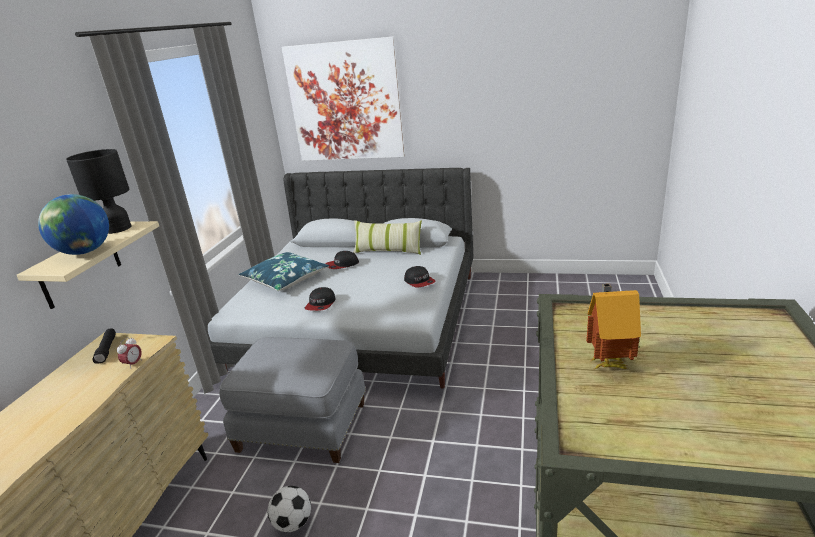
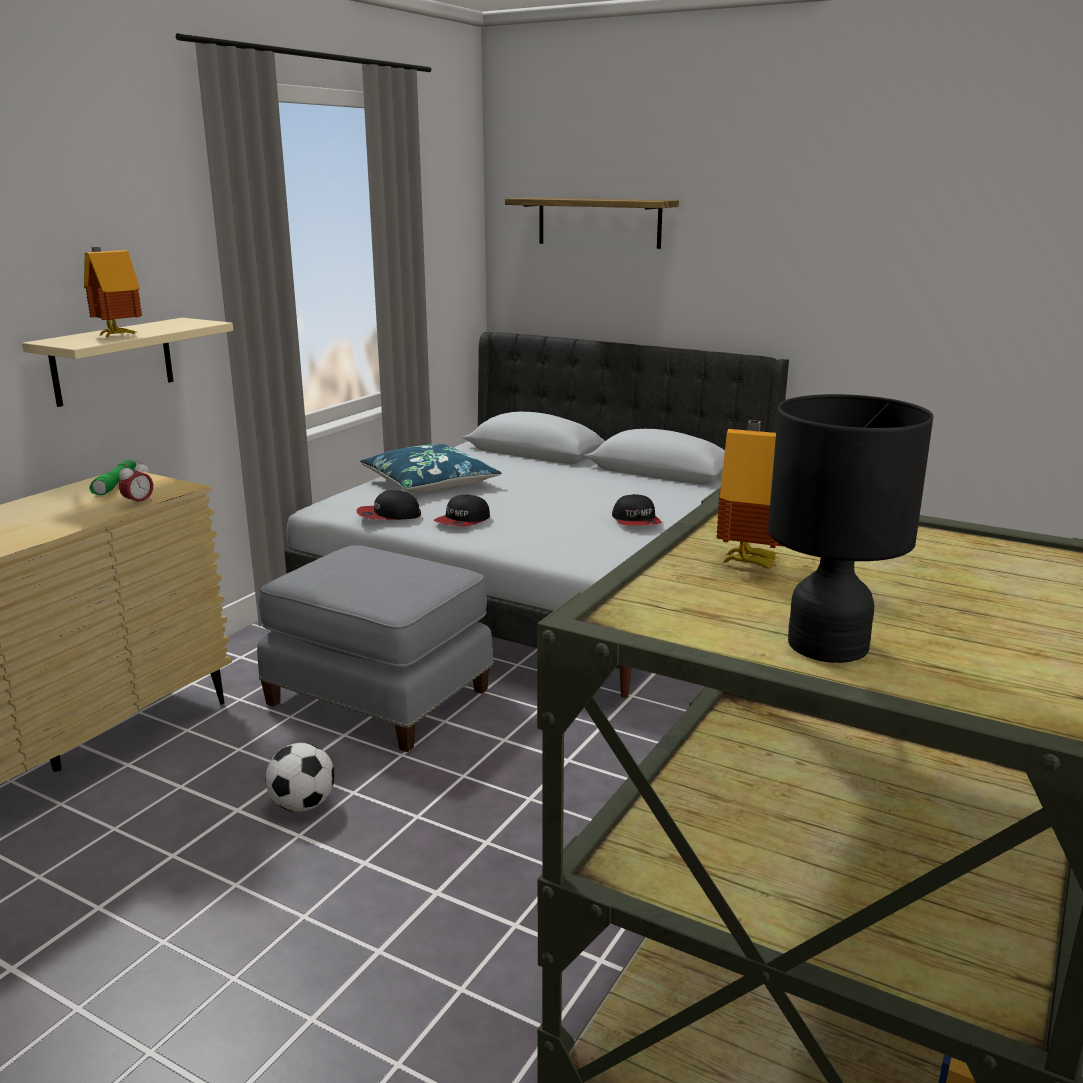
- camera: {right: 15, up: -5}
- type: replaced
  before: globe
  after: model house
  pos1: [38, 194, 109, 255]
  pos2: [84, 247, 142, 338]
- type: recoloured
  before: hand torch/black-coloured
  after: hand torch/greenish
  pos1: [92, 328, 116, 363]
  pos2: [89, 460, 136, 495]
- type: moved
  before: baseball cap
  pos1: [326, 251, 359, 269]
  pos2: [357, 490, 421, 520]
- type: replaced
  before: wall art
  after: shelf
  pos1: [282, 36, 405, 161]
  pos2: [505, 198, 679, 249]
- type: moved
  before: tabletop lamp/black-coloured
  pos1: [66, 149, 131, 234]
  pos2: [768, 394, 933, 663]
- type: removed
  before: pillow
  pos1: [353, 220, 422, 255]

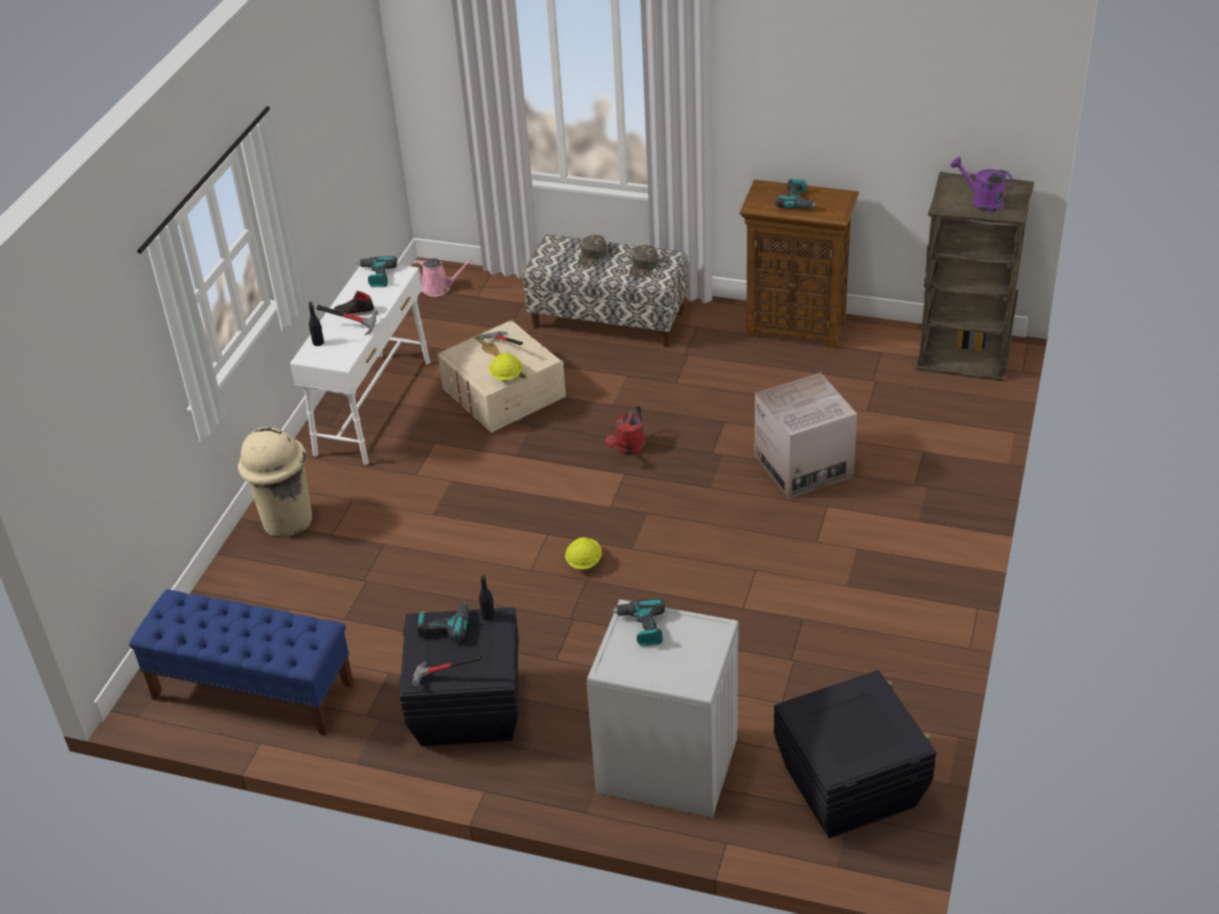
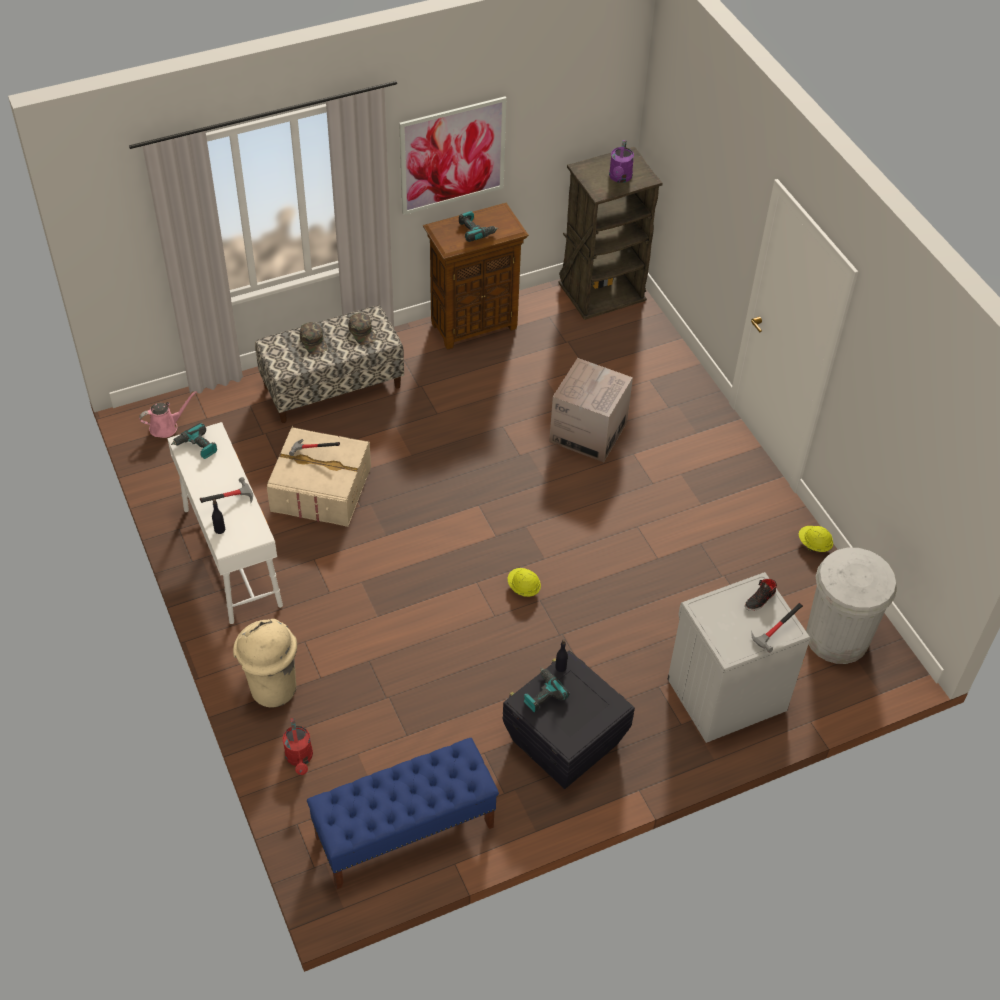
- camera: {right: -45, up: 10}
- type: moved
  before: watering pot/red
  pos1: [605, 405, 645, 455]
  pos2: [282, 718, 313, 775]
- type: added
  after: wall art
  pos2: [399, 97, 506, 215]
- type: turned
  before: watering pot/purple
  pos1: [950, 157, 1014, 212]
  pos2: [609, 140, 634, 183]
  turn: -75
- type: moved
  before: shoe/black-coloured
  pos1: [334, 290, 375, 316]
  pos2: [745, 579, 777, 611]
- type: moved
  before: tool hammer
  pos1: [412, 655, 482, 686]
  pos2: [751, 603, 803, 653]
- type: moved
  before: work helmet/yellowish
  pos1: [489, 353, 522, 380]
  pos2: [799, 526, 833, 552]
- type: replaced
  before: storage container/black-coloured
  after: rubbish bin/whitish
  pos1: [774, 670, 936, 838]
  pos2: [806, 547, 897, 664]
- type: removed
  before: power drill
  pos1: [611, 598, 665, 647]

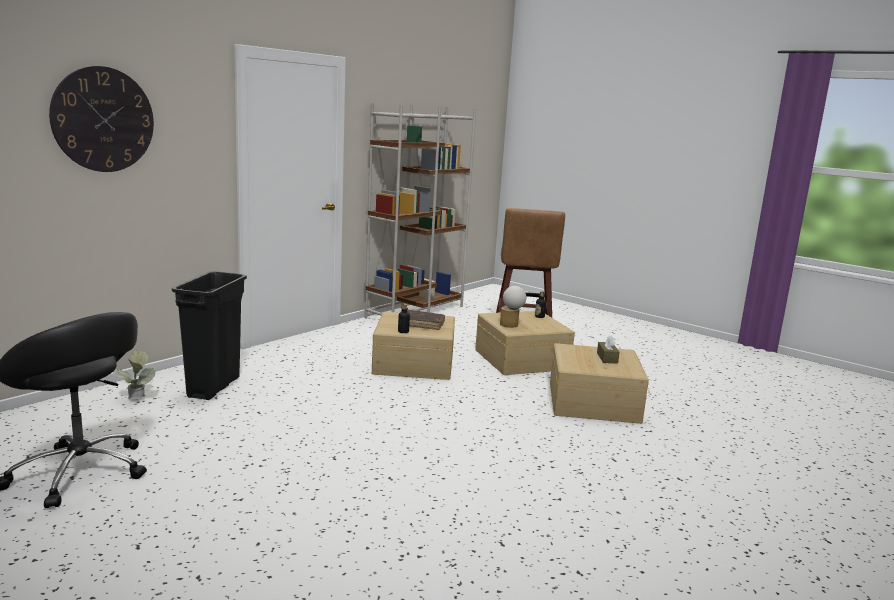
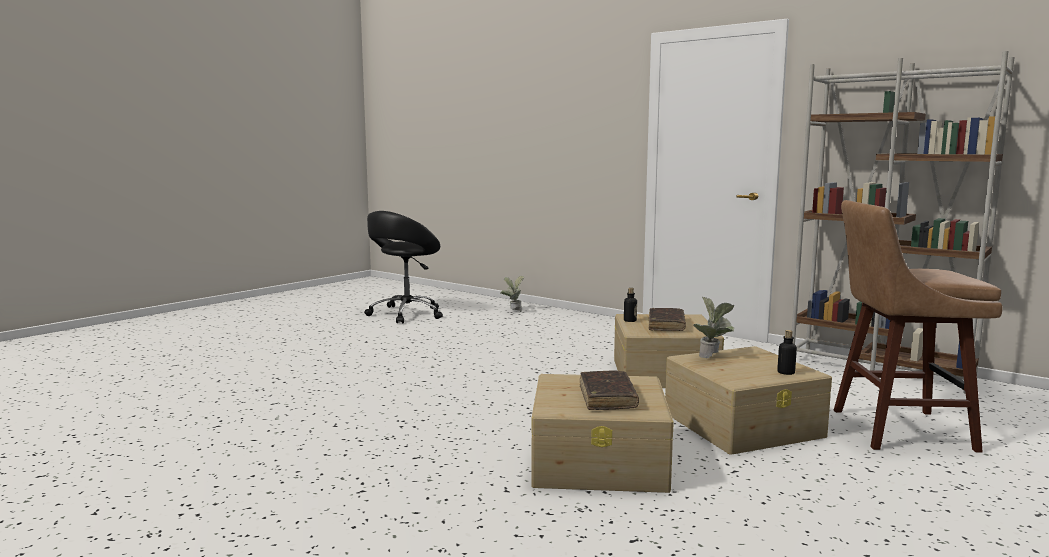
- camera: {right: 90, up: -5}
- type: replaced
  before: tissue holder/brownish
  after: volume/brownish
  pos1: [597, 336, 620, 364]
  pos2: [580, 370, 639, 410]
- type: replaced
  before: tabletop lamp
  after: plant in a pot
  pos1: [500, 286, 526, 328]
  pos2: [693, 297, 735, 358]
- type: removed
  before: hanging clock
  pos1: [49, 66, 154, 172]
- type: removed
  before: rubbish bin/black-coloured
  pos1: [172, 271, 247, 400]

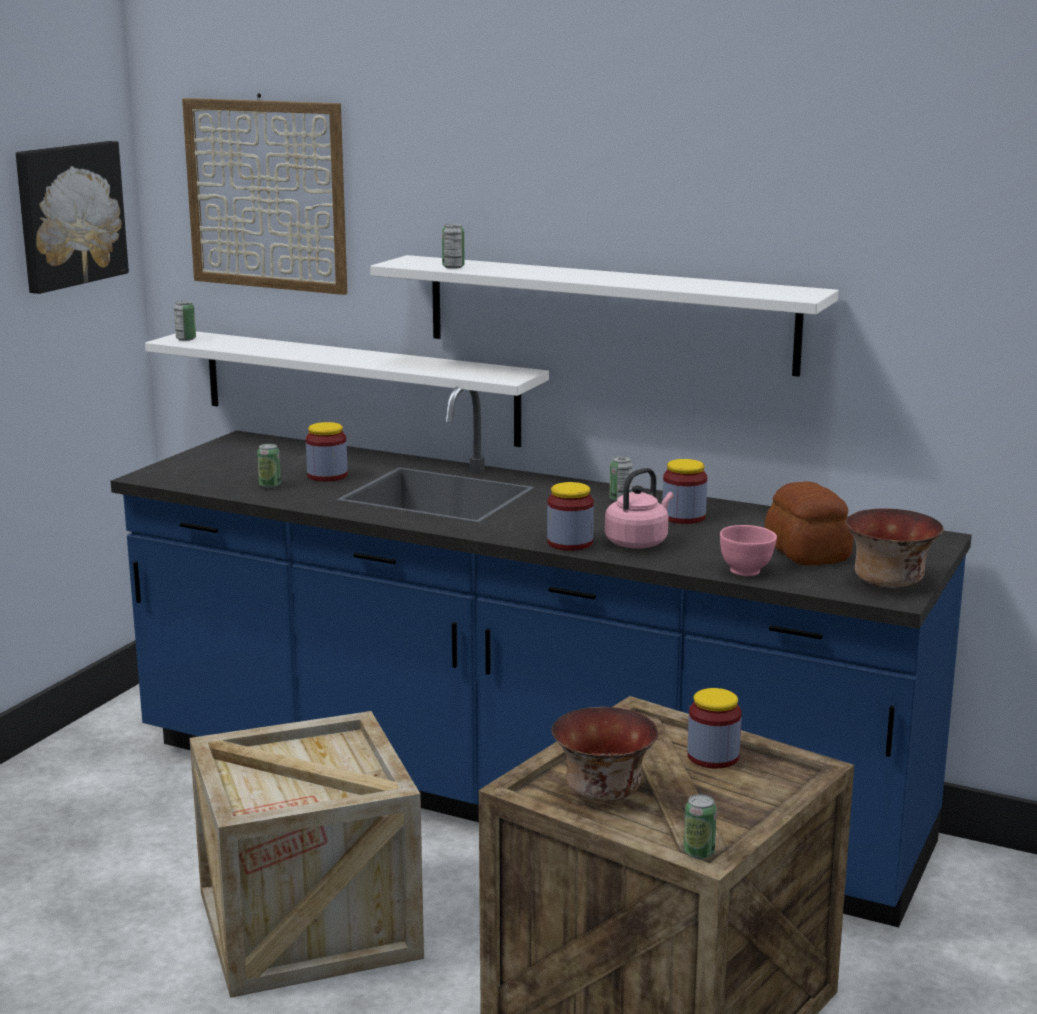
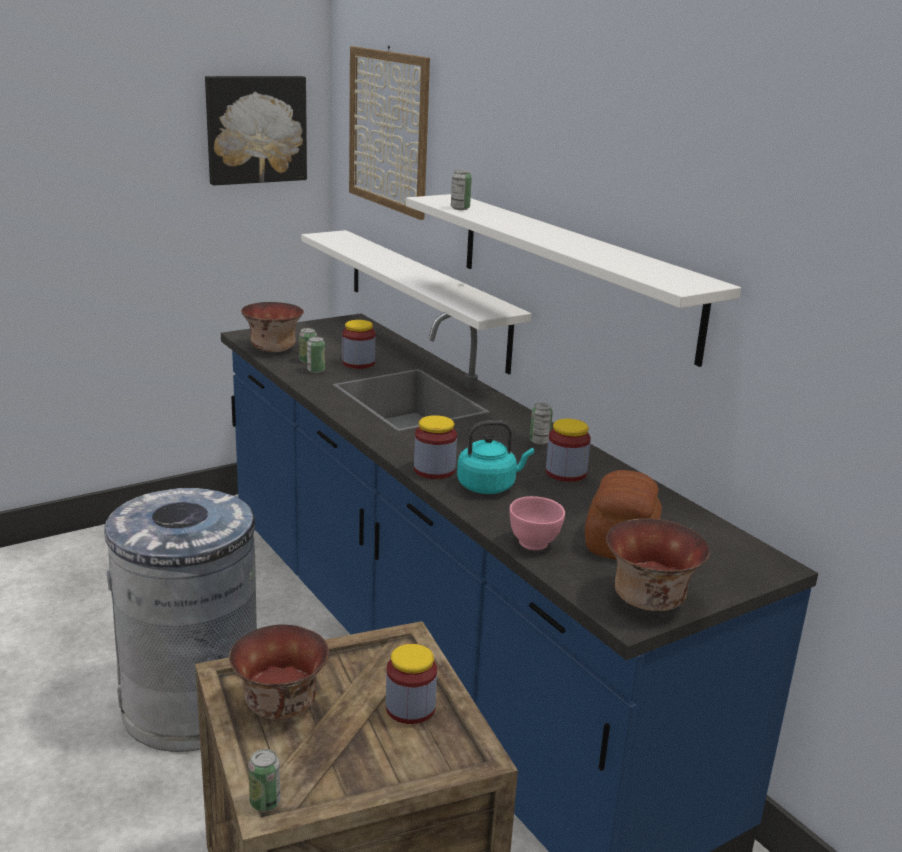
- camera: {right: 30, up: 5}
- type: replaced
  before: shipping crate
  after: rubbish bin/gray
  pos1: [190, 711, 424, 998]
  pos2: [104, 488, 257, 752]
- type: added
  after: bowl
  pos2: [241, 302, 304, 352]
- type: moved
  before: sealed can
  pos1: [174, 301, 196, 341]
  pos2: [307, 337, 325, 373]
- type: recoloured
  before: kettle/pink
  after: kettle/turquoise
  pos1: [605, 468, 673, 549]
  pos2: [457, 420, 534, 494]

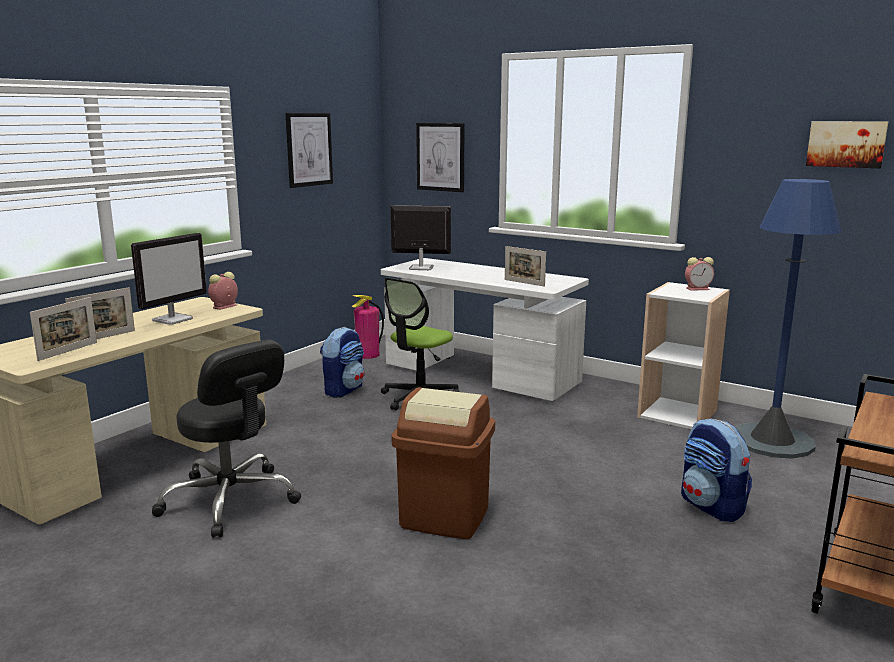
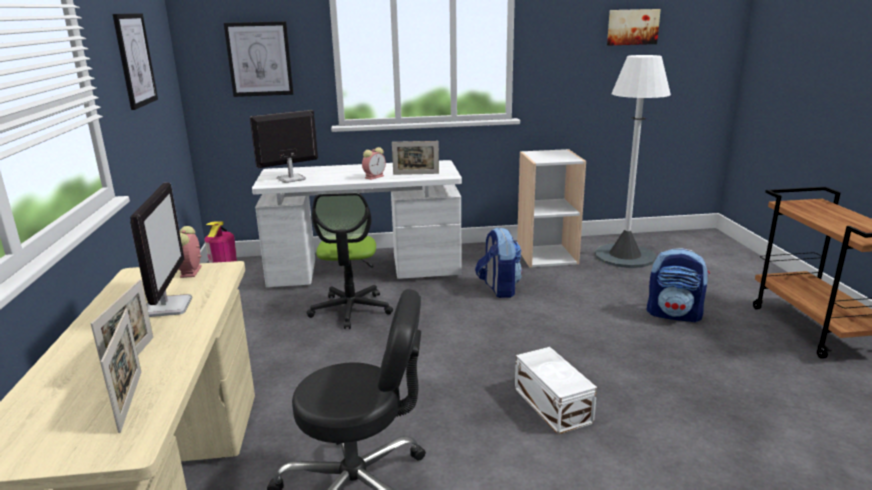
- camera: {right: -40, up: 5}
- type: moved
  before: table clock
  pos1: [685, 257, 714, 291]
  pos2: [362, 147, 386, 180]
- type: moved
  before: rucksack
  pos1: [320, 327, 365, 398]
  pos2: [475, 227, 522, 298]
- type: replaced
  before: rubbish bin/brownish
  after: storage container/whitish
  pos1: [391, 387, 495, 539]
  pos2: [515, 347, 597, 435]
- type: recoloured
  before: floor lamp/blue-coloured
  after: floor lamp/whitish
  pos1: [736, 179, 841, 459]
  pos2: [595, 55, 671, 268]

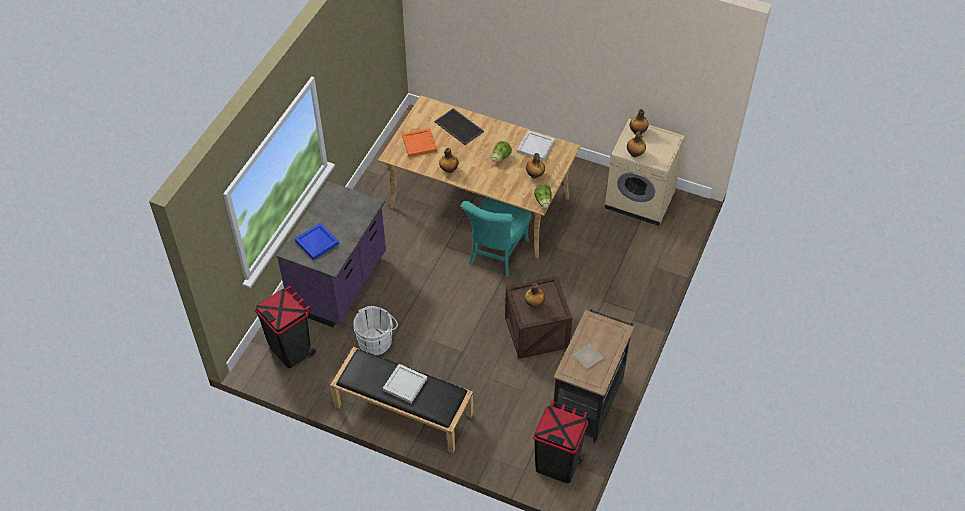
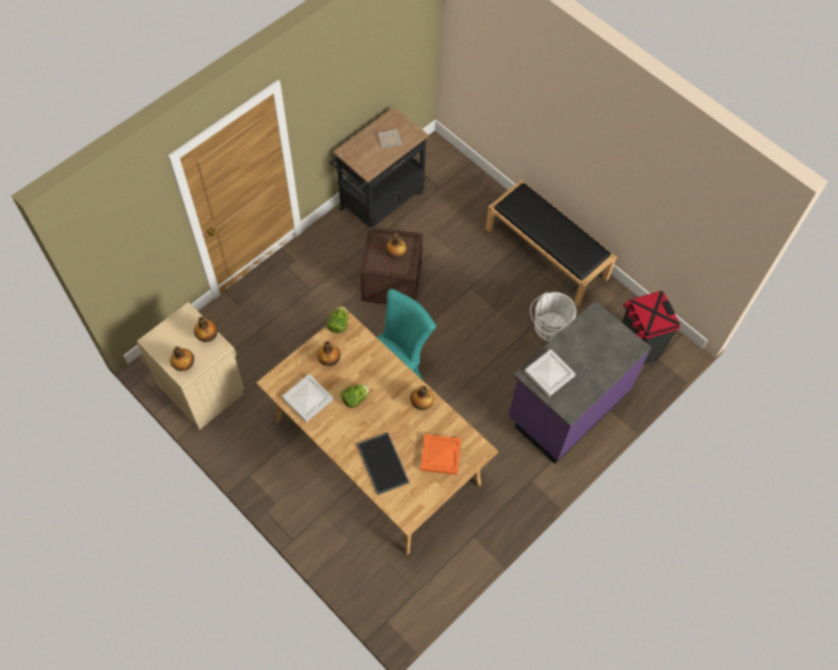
- camera: {right: -160, up: 10}
- type: moved
  before: serving tray/whitish
  pos1: [383, 364, 427, 403]
  pos2: [524, 349, 575, 397]
- type: removed
  before: serving tray/blue-coloured
  pos1: [295, 223, 339, 260]
- type: removed
  before: rubbish bin/black-coloured
  pos1: [533, 401, 588, 483]

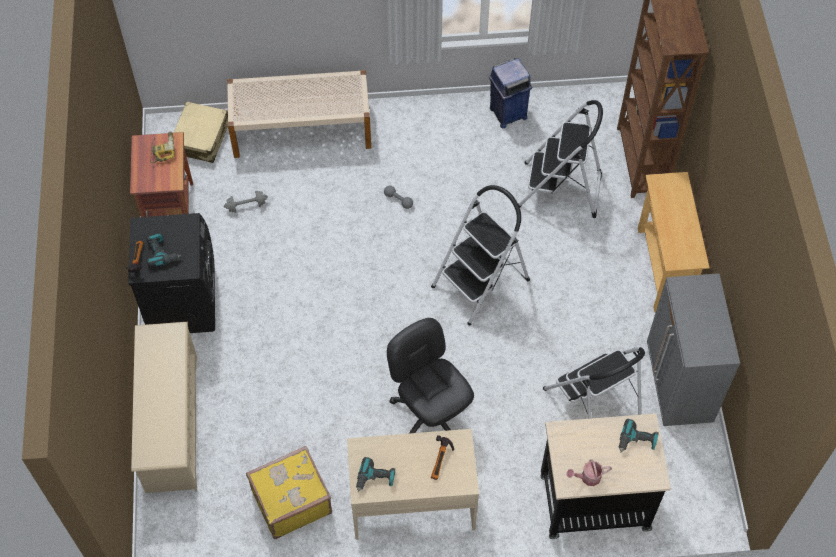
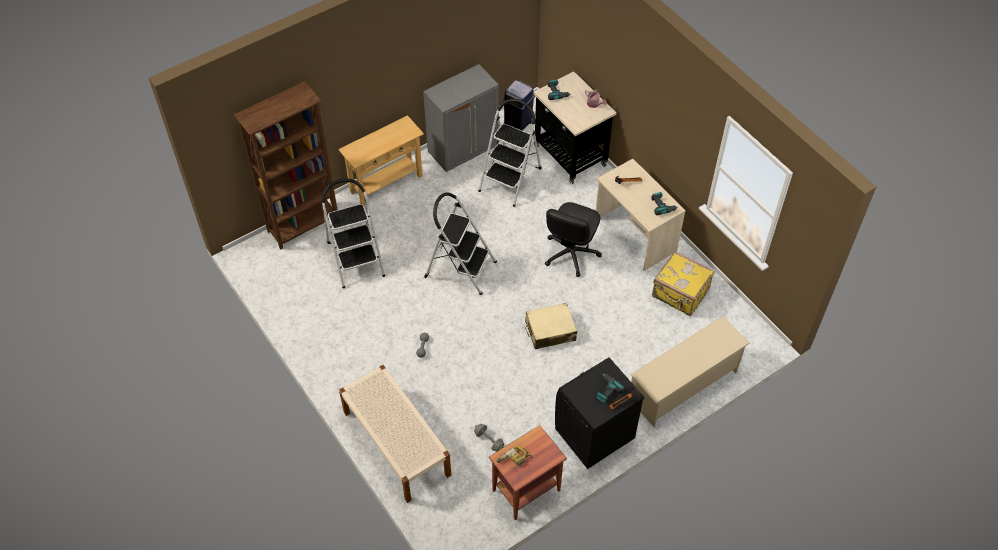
- camera: {right: -120, up: -5}
- type: moved
  before: rubbish bin/blue-coloured
  pos1: [489, 58, 532, 128]
  pos2: [503, 80, 535, 131]
- type: moved
  before: piece of luggage/beige-coloured
  pos1: [174, 102, 228, 163]
  pos2: [525, 303, 577, 349]

